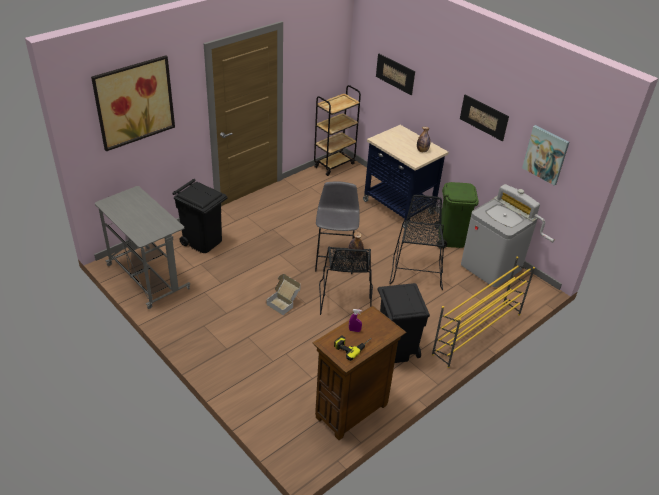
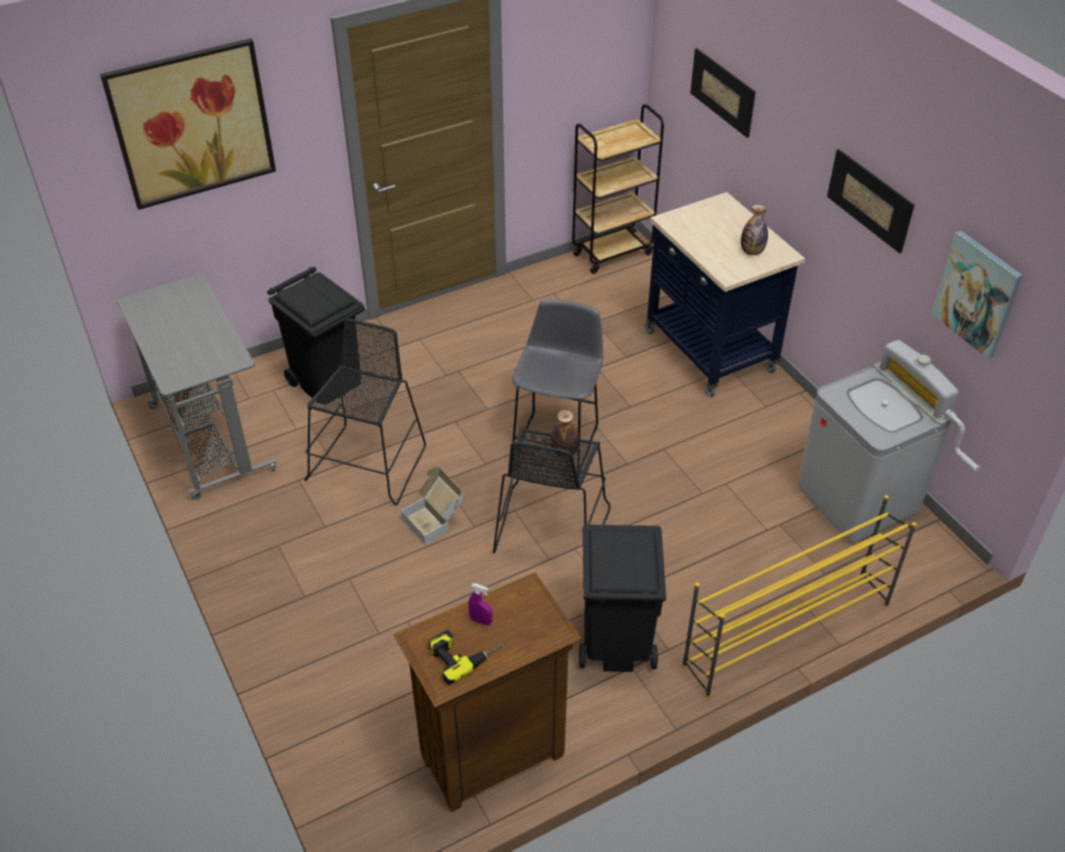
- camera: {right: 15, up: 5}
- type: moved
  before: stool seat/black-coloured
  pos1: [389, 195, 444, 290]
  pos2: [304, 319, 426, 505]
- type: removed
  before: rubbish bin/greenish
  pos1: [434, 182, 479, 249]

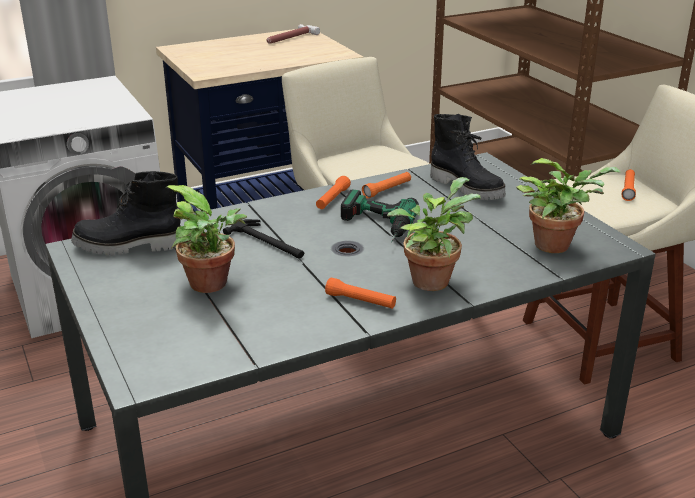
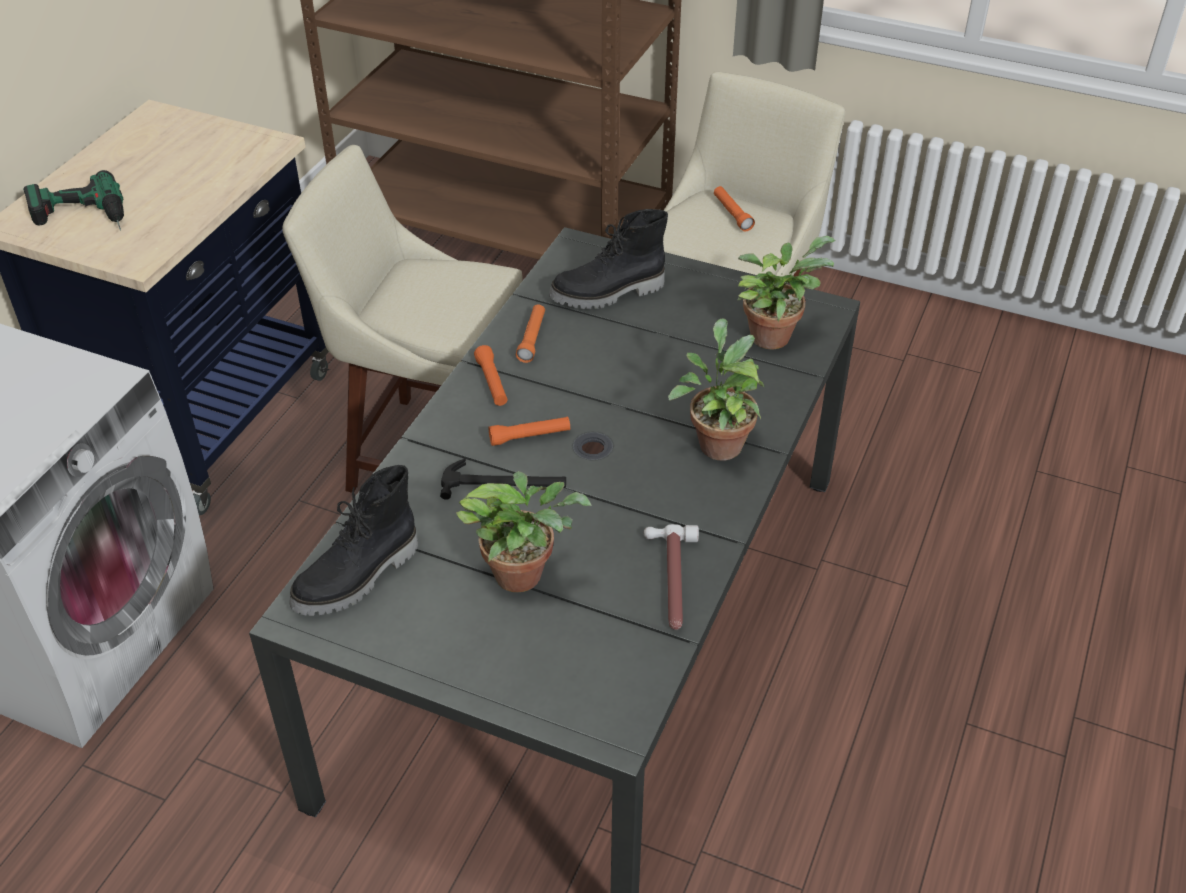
- camera: {right: -40, up: 15}
- type: moved
  before: power drill
  pos1: [341, 190, 419, 243]
  pos2: [23, 170, 124, 230]
- type: moved
  before: hand torch/orangey
  pos1: [325, 278, 396, 309]
  pos2: [488, 417, 570, 446]
- type: turned
  before: high-top boot/black-coloured
  pos1: [430, 114, 506, 200]
  pos2: [549, 209, 668, 309]
  turn: 150
- type: moved
  before: tool hammer
  pos1: [266, 24, 320, 44]
  pos2: [644, 524, 699, 630]

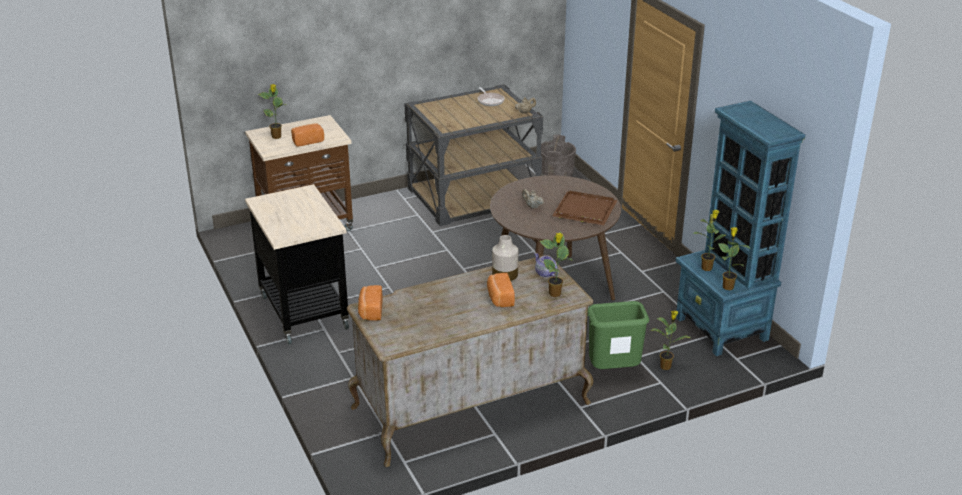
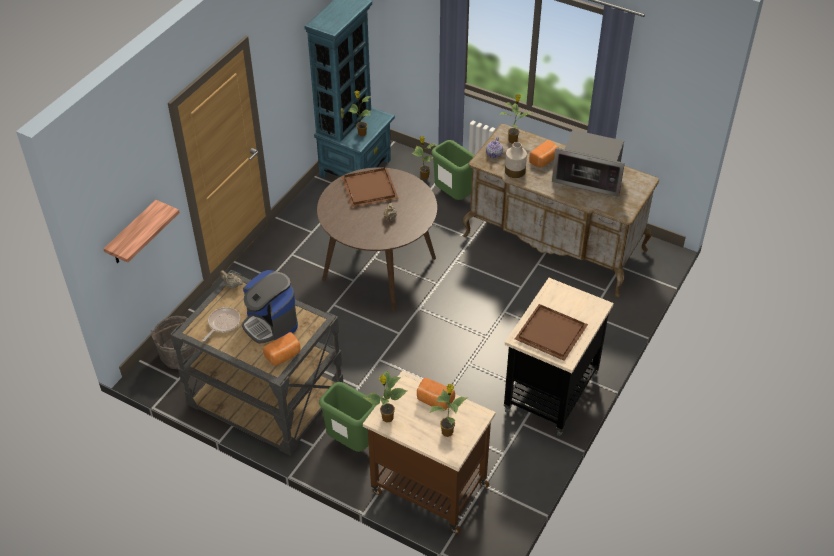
- camera: {right: -125, up: 15}
- type: added
  after: shelf
  pos2: [104, 200, 180, 263]
- type: added
  after: coffee machine
  pos2: [242, 270, 298, 344]
- type: moved
  before: bread
  pos1: [358, 285, 383, 320]
  pos2: [263, 332, 300, 365]
- type: added
  after: rubbish bin/greenish
  pos2: [319, 382, 376, 452]
- type: moved
  before: plant in a pot
  pos1: [718, 227, 750, 290]
  pos2: [363, 370, 407, 423]
- type: added
  after: serving tray/brownish
  pos2: [515, 304, 588, 361]
- type: added
  after: kitchen microwave
  pos2: [552, 130, 625, 197]

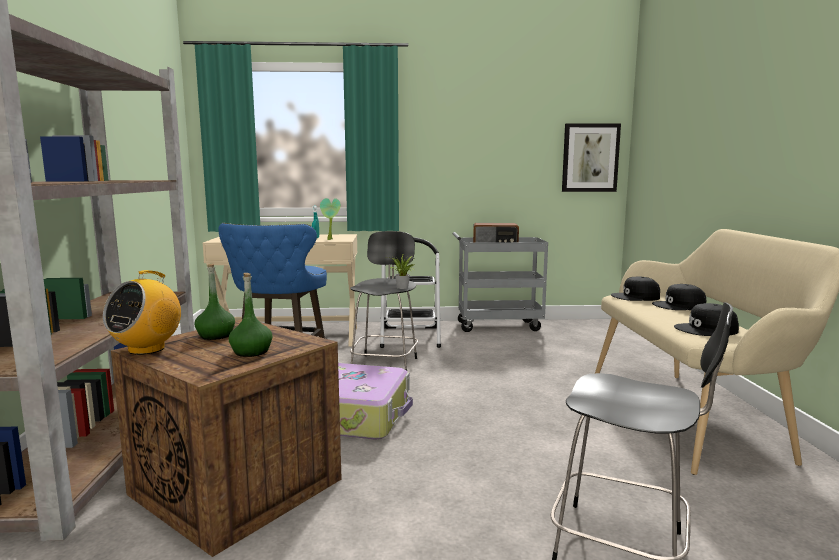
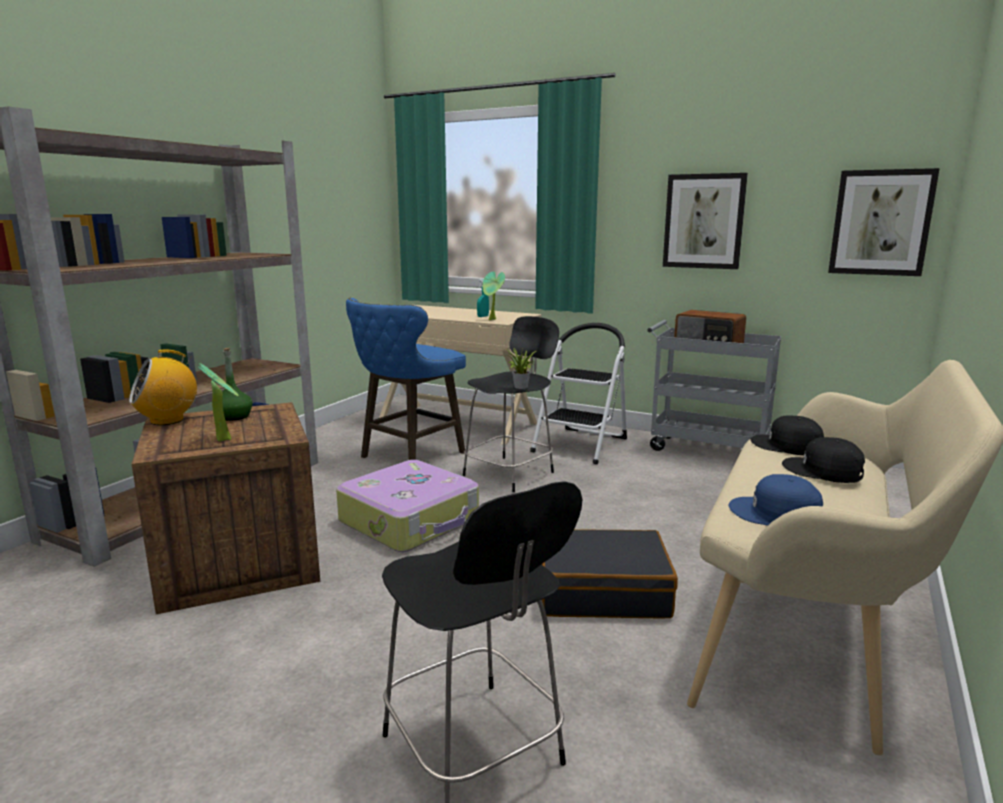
- camera: {right: 30, up: 5}
- type: replaced
  before: bottle/greenish
  after: plant in a pot
  pos1: [229, 273, 272, 357]
  pos2: [198, 363, 239, 441]
- type: added
  after: piece of luggage/black-coloured
  pos2: [541, 529, 678, 618]
- type: added
  after: wall art
  pos2: [663, 173, 748, 269]
- type: recoloured
  before: baseball cap/black-coloured
  after: baseball cap/blue-coloured
  pos1: [674, 303, 739, 336]
  pos2: [729, 474, 823, 526]

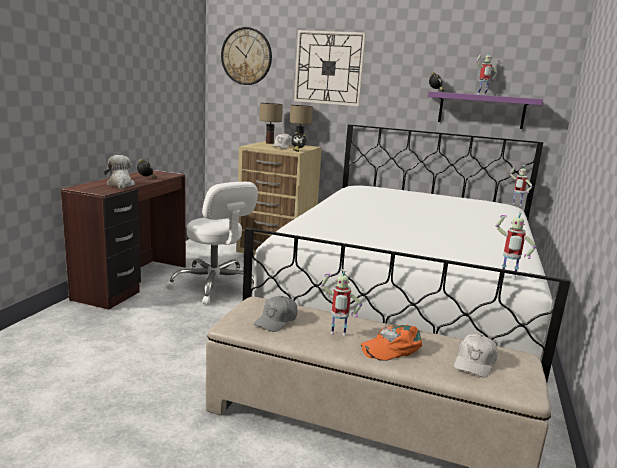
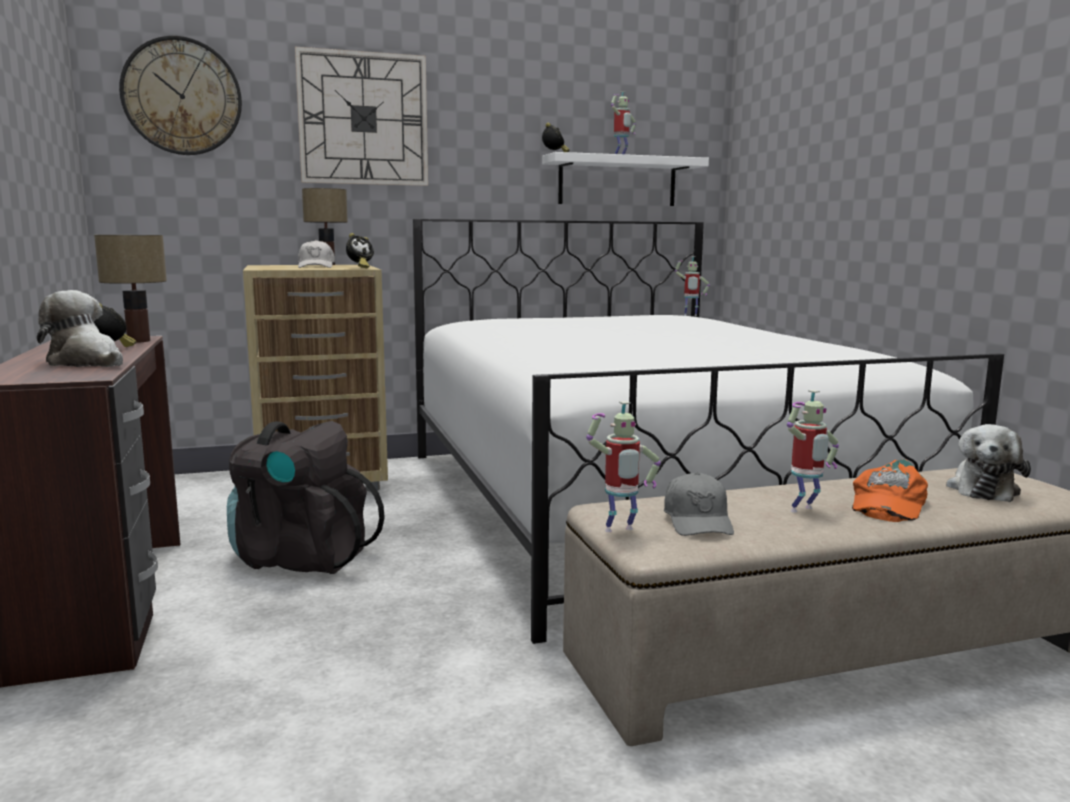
- camera: {right: -35, up: -5}
- type: moved
  before: tabletop lamp
  pos1: [259, 103, 283, 144]
  pos2: [94, 235, 167, 343]
- type: replaced
  before: office chair/whitish
  after: rucksack/black-coloured
  pos1: [166, 182, 258, 305]
  pos2: [227, 421, 385, 574]
- type: recoloured
  before: shelf/purple
  after: shelf/whitish
  pos1: [428, 91, 543, 129]
  pos2: [542, 152, 709, 206]
- type: moved
  before: model robot
  pos1: [496, 211, 536, 278]
  pos2: [586, 401, 661, 532]
- type: replaced
  before: baseball cap/whitish
  after: plush toy
  pos1: [454, 334, 498, 378]
  pos2: [946, 424, 1031, 502]

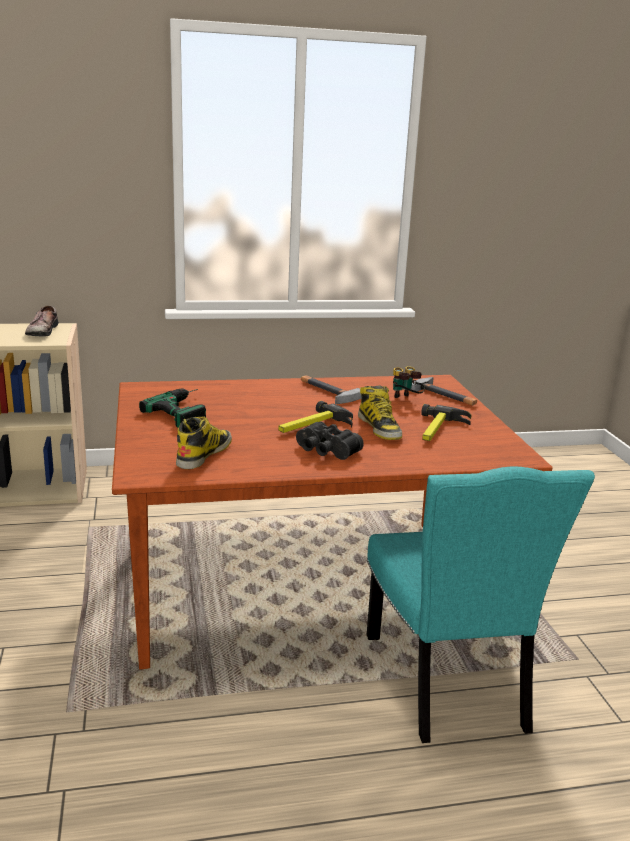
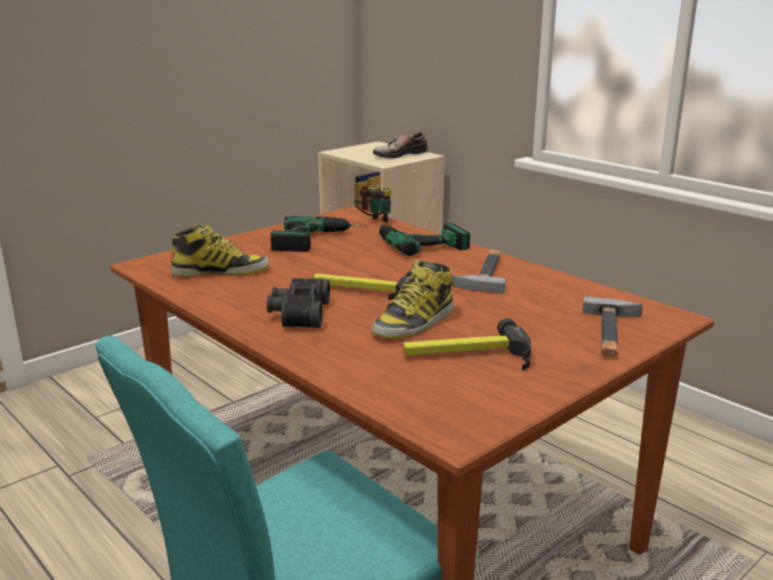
- camera: {right: 60, up: 0}
- type: moved
  before: pair of binoculars
  pos1: [393, 366, 425, 398]
  pos2: [354, 185, 392, 222]
- type: added
  after: power drill
  pos2: [376, 223, 470, 256]

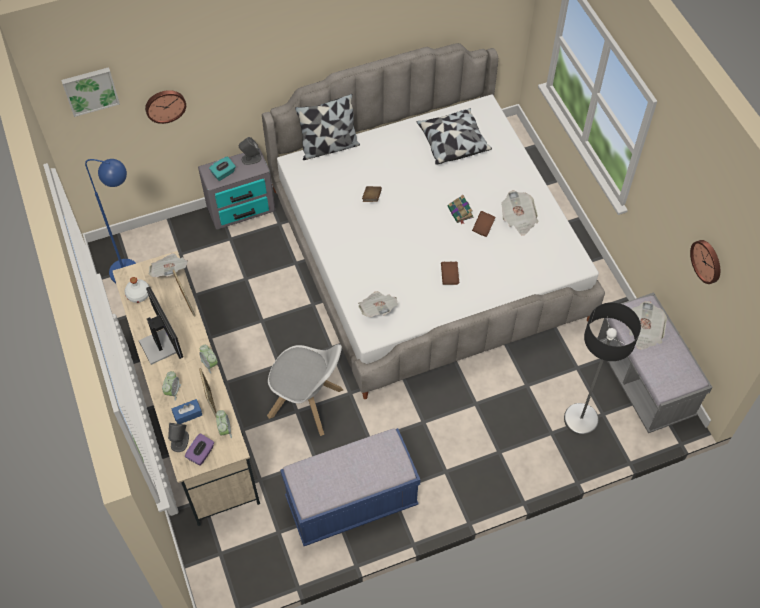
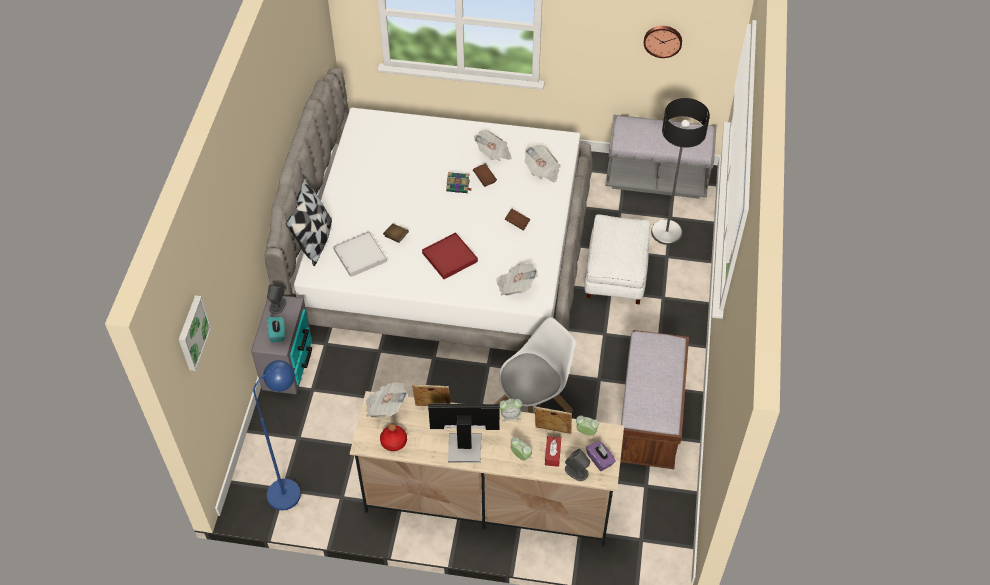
- camera: {right: -60, up: -5}
- type: added
  after: serving tray/whitish
  pos2: [333, 231, 387, 277]
- type: recoloured
  before: bottle/whitish
  after: bottle/red
  pos1: [125, 277, 149, 303]
  pos2: [380, 424, 407, 451]
- type: added
  after: serving tray/red
  pos2: [422, 232, 478, 279]
- type: moved
  before: daily paper
  pos1: [626, 301, 667, 350]
  pos2: [524, 145, 561, 182]
- type: recoloured
  before: tissue holder/blue-coloured
  after: tissue holder/red
  pos1: [172, 399, 202, 424]
  pos2: [545, 436, 561, 467]
- type: added
  after: ottoman/whitish
  pos2: [584, 214, 650, 304]
- type: recoloured
  before: indoor bench/blue-coloured
  after: indoor bench/brownish
  pos1: [280, 428, 420, 546]
  pos2: [620, 330, 689, 469]
- type: removed
  before: hanging clock
  pos1: [145, 90, 186, 124]
- type: removed
  before: pillow
  pos1: [417, 108, 492, 165]

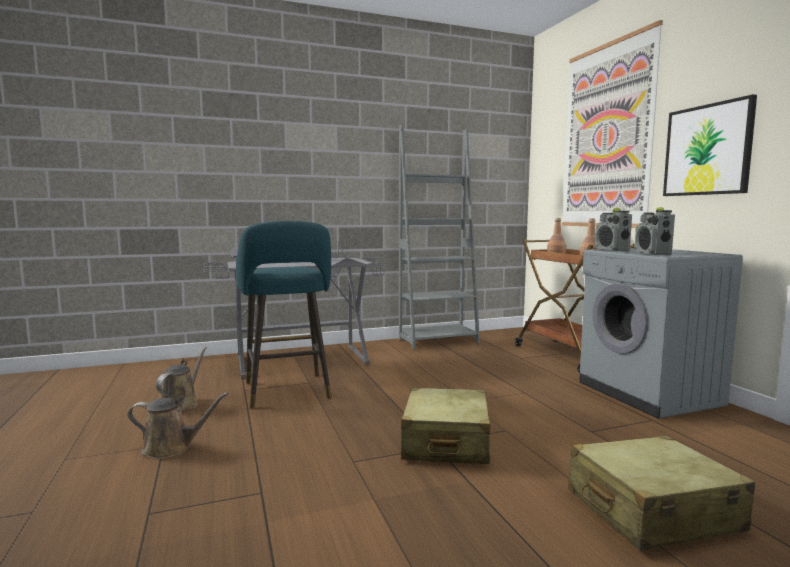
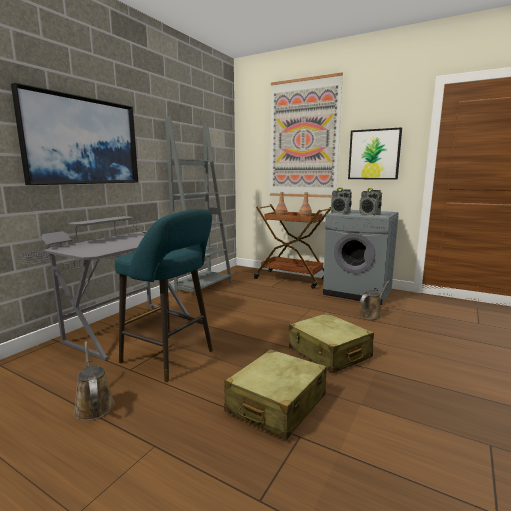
- camera: {right: -40, up: 5}
- type: added
  after: wall art
  pos2: [11, 83, 138, 185]
- type: moved
  before: piece of luggage/beige-coloured
  pos1: [568, 435, 755, 551]
  pos2: [224, 349, 327, 440]
- type: moved
  before: watering pot/brownish
  pos1: [128, 392, 229, 459]
  pos2: [358, 281, 389, 320]

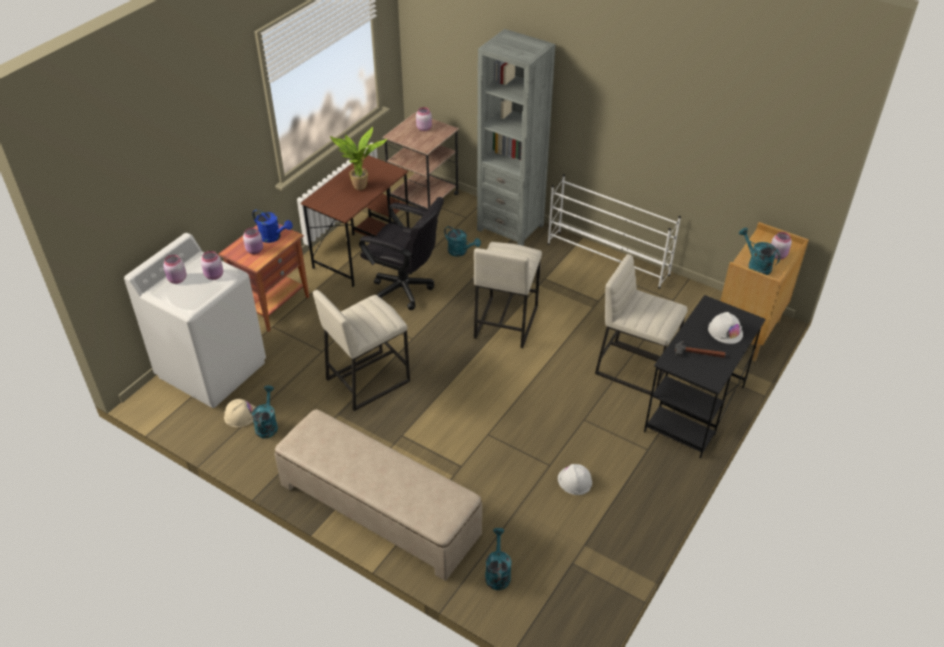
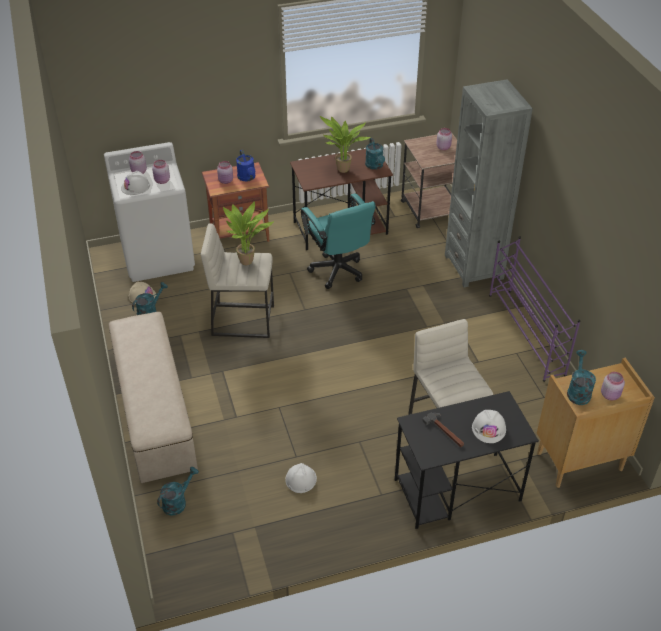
- camera: {right: 40, up: 0}
- type: added
  after: work helmet/whitish
  pos2: [121, 171, 150, 195]
- type: added
  after: plant in a pot
  pos2: [223, 202, 274, 265]
- type: recoloured
  before: office chair/black-coloured
  after: office chair/turquoise
  pos1: [359, 197, 444, 310]
  pos2: [301, 194, 376, 289]
- type: moved
  before: watering pot/turquoise
  pos1: [444, 226, 481, 257]
  pos2: [365, 138, 385, 170]
- type: recoloured
  before: shoe stand/whitish
  after: shoe stand/purple
  pos1: [548, 174, 681, 289]
  pos2: [489, 236, 580, 382]
- type: removed
  before: stool seat/beige-coloured
  pos1: [474, 242, 542, 348]

